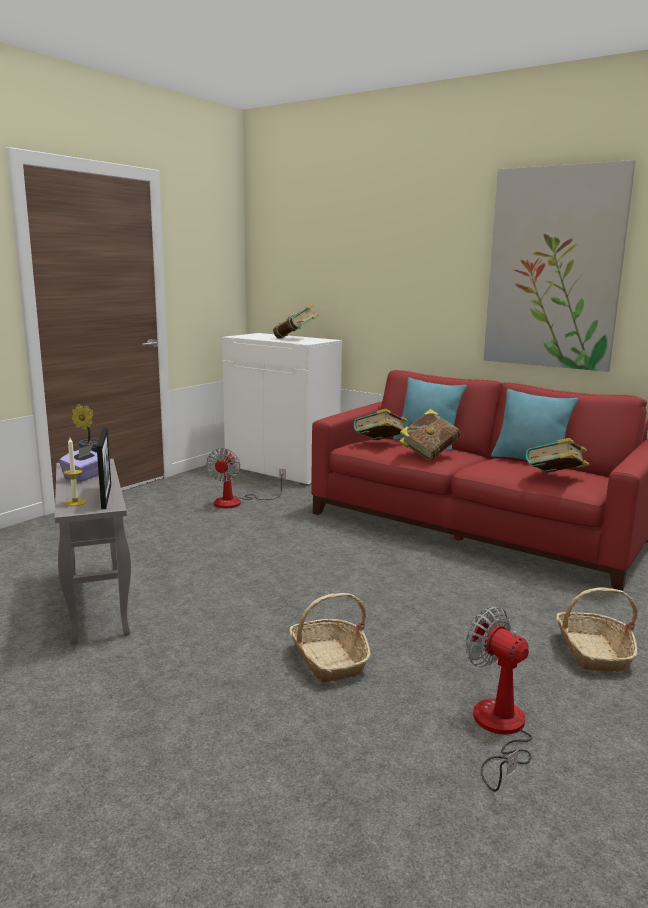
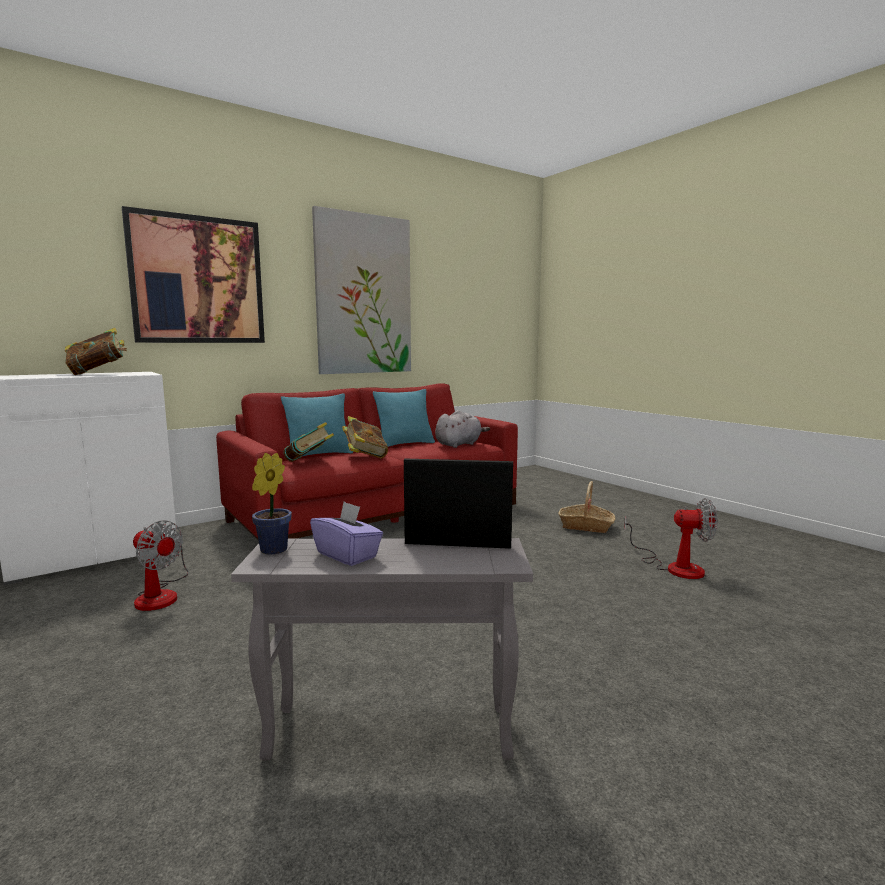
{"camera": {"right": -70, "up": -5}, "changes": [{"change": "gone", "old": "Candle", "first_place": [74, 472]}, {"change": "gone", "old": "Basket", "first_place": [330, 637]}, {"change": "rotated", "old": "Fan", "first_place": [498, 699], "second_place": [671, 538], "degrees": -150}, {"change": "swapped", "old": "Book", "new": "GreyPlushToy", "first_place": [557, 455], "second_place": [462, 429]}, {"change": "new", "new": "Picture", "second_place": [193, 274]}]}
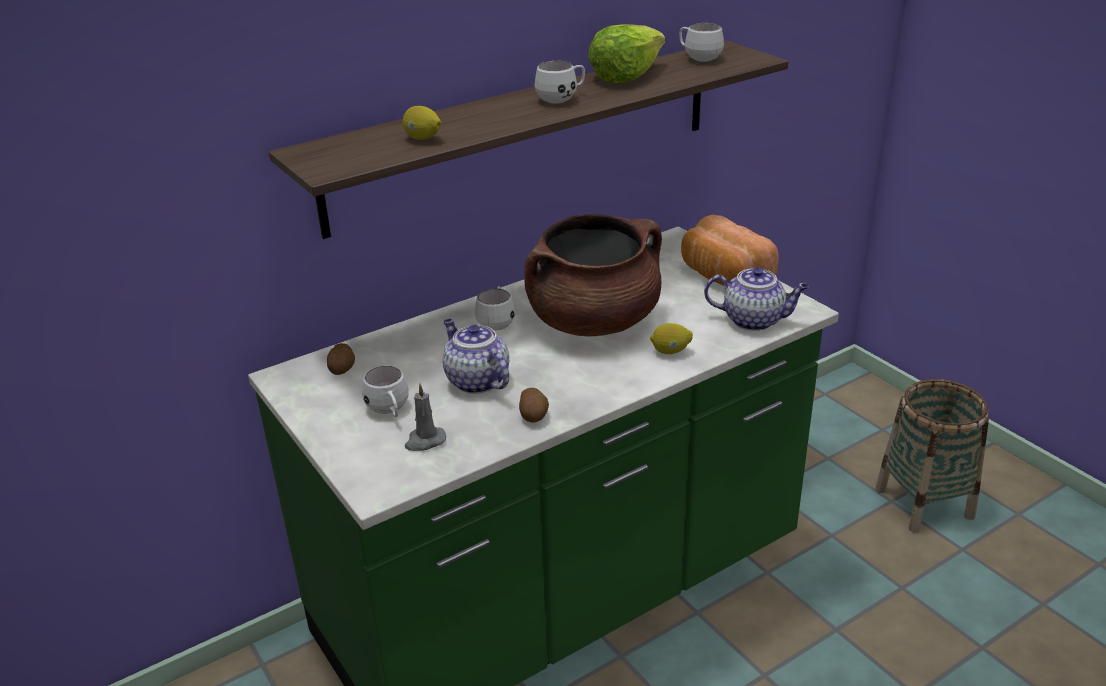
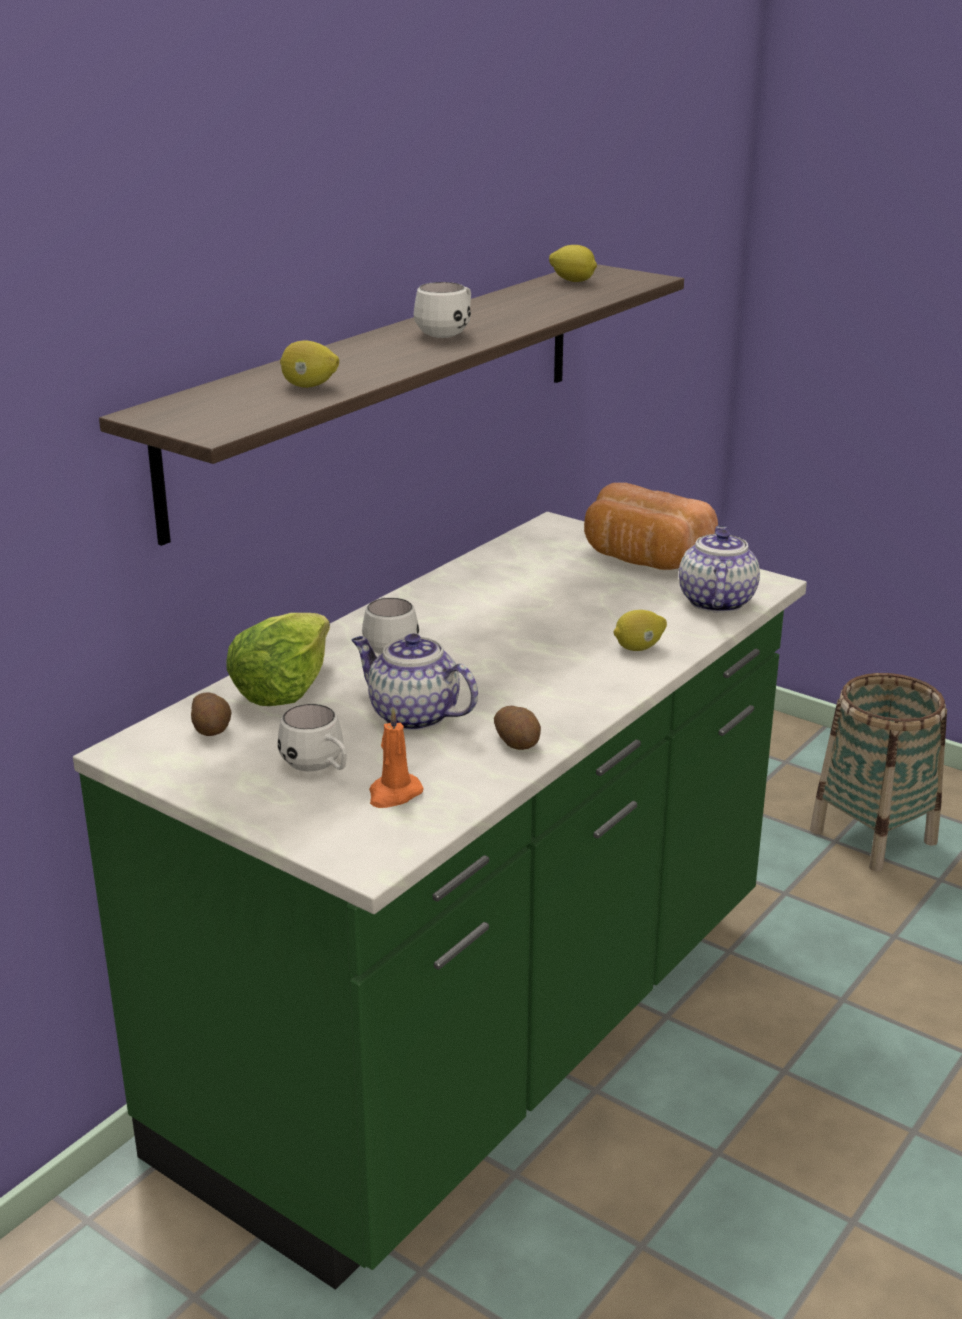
{"camera": {"right": -20, "up": -5}, "changes": [{"change": "repainted", "old": "GreyCandle", "new": "OrangeCandle", "first_place": [425, 417], "second_place": [396, 758]}, {"change": "gone", "old": "BrownCookingPot", "first_place": [593, 275]}, {"change": "shifted", "old": "Lettuce", "first_place": [626, 53], "second_place": [278, 659]}, {"change": "swapped", "old": "WhiteMug", "new": "Lemon", "first_place": [701, 42], "second_place": [573, 263]}, {"change": "rotated", "old": "Teapot", "first_place": [756, 299], "second_place": [719, 569], "degrees": -75}]}
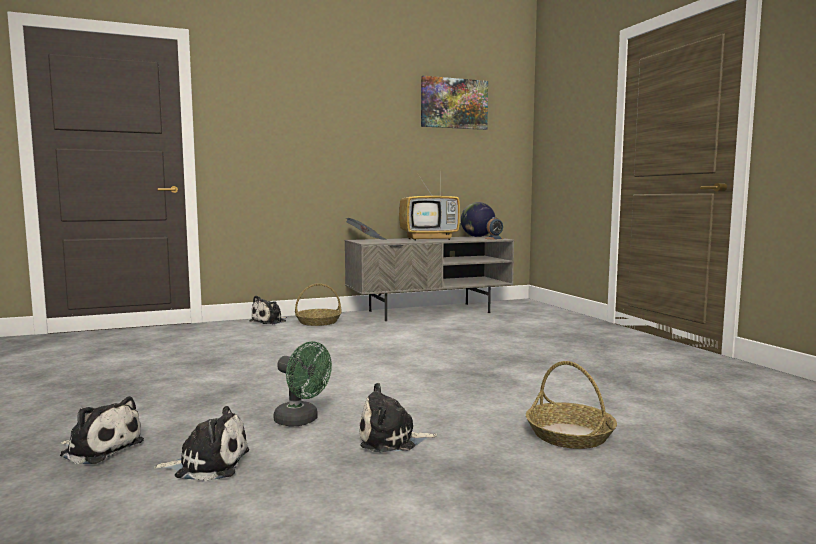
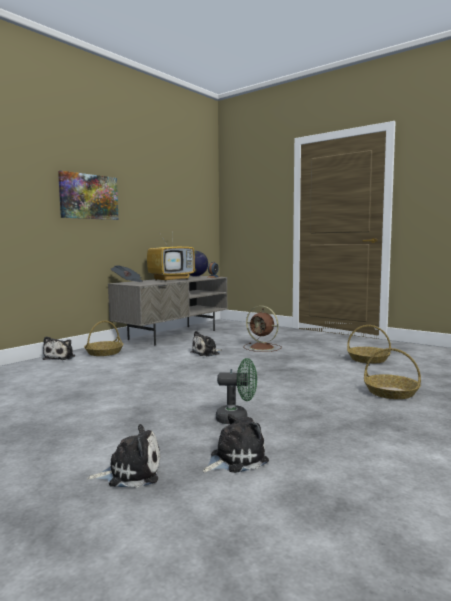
{"camera": {"right": -30, "up": 0}, "changes": [{"change": "shifted", "old": "PlushToy", "first_place": [398, 417], "second_place": [206, 344]}, {"change": "shifted", "old": "Picture", "first_place": [454, 103], "second_place": [88, 195]}, {"change": "new", "new": "BrownFan", "second_place": [262, 329]}, {"change": "new", "new": "Basket", "second_place": [369, 344]}]}
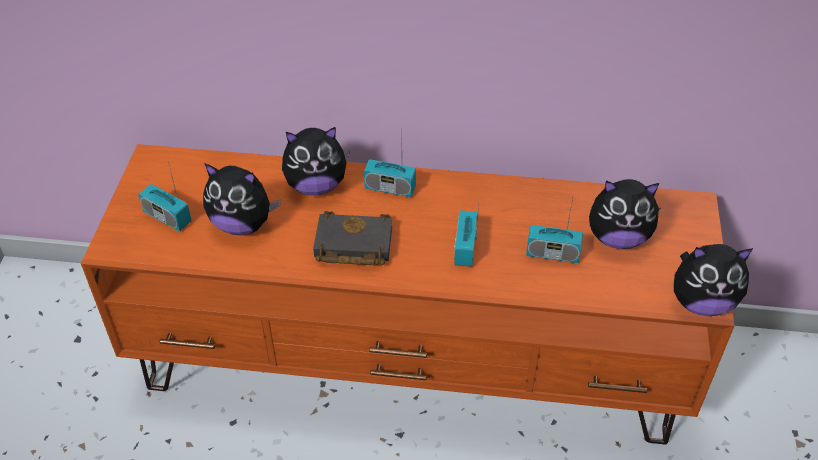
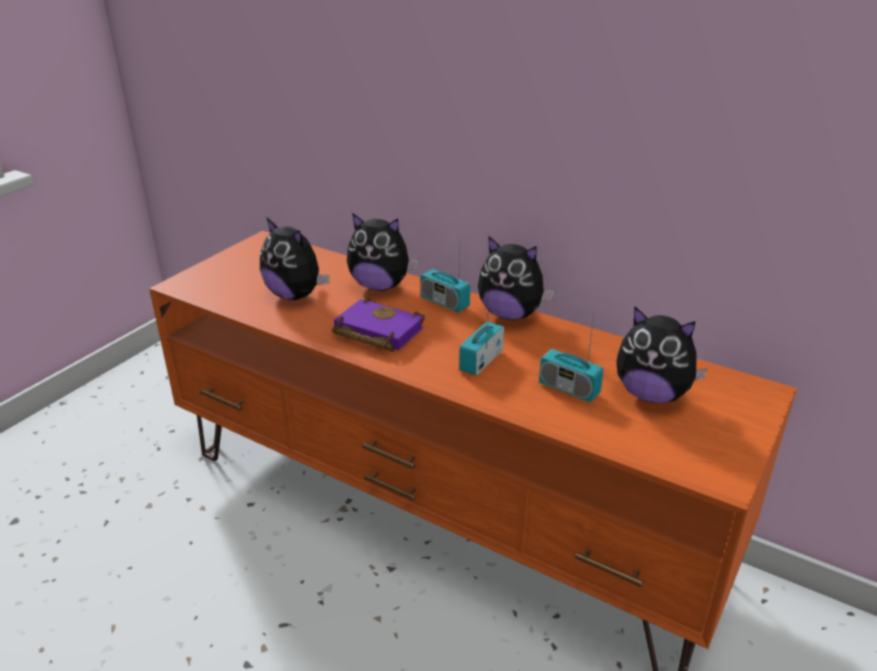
{"camera": {"right": 25, "up": -15}, "changes": [{"change": "gone", "old": "Radio", "first_place": [165, 196]}, {"change": "repainted", "old": "BlackBook", "new": "PurpleBook", "first_place": [352, 238], "second_place": [378, 324]}, {"change": "shifted", "old": "PlushToy", "first_place": [713, 280], "second_place": [516, 278]}]}
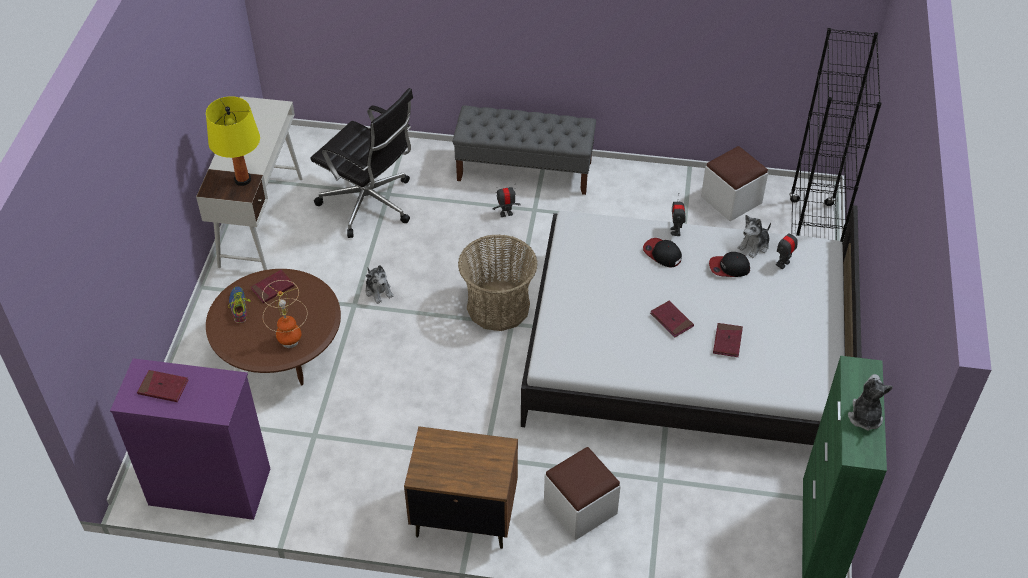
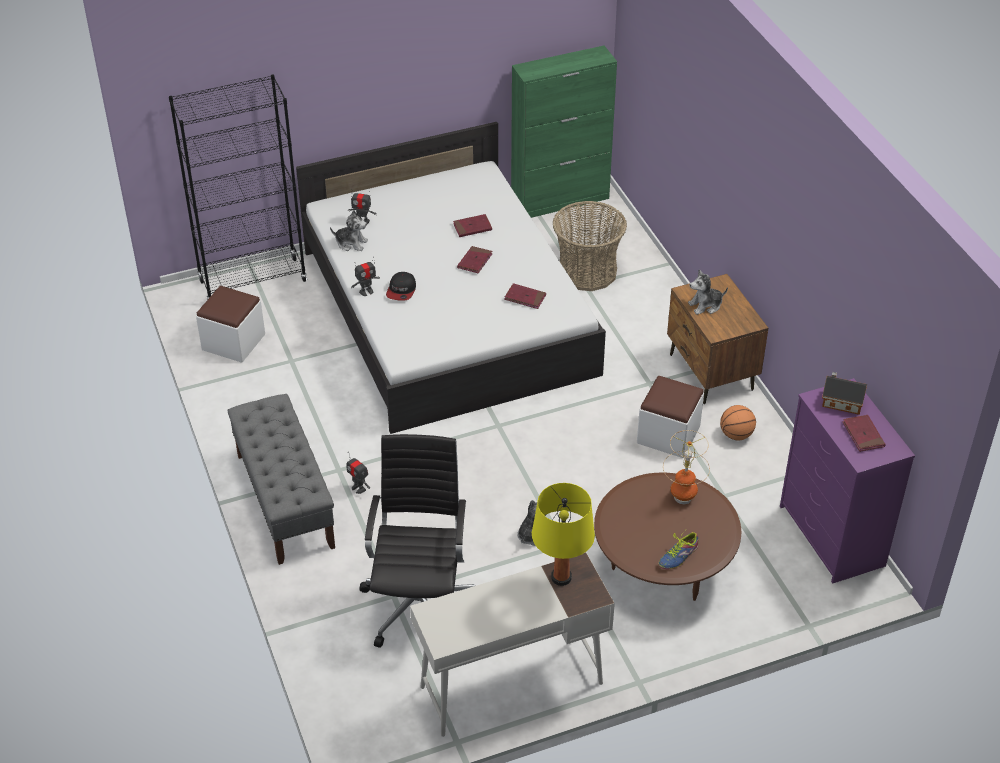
{"camera": {"right": -120, "up": -5}, "changes": [{"change": "shifted", "old": "RedBook", "first_place": [273, 286], "second_place": [525, 296]}, {"change": "shifted", "old": "Basket", "first_place": [498, 282], "second_place": [590, 246]}, {"change": "shifted", "old": "WhiteOttoman", "first_place": [582, 493], "second_place": [670, 417]}, {"change": "gone", "old": "Cap", "first_place": [729, 264]}, {"change": "shifted", "old": "PlushToy", "first_place": [870, 402], "second_place": [708, 292]}, {"change": "new", "new": "Basketball", "second_place": [738, 422]}, {"change": "new", "new": "ToyHouse", "second_place": [844, 393]}]}
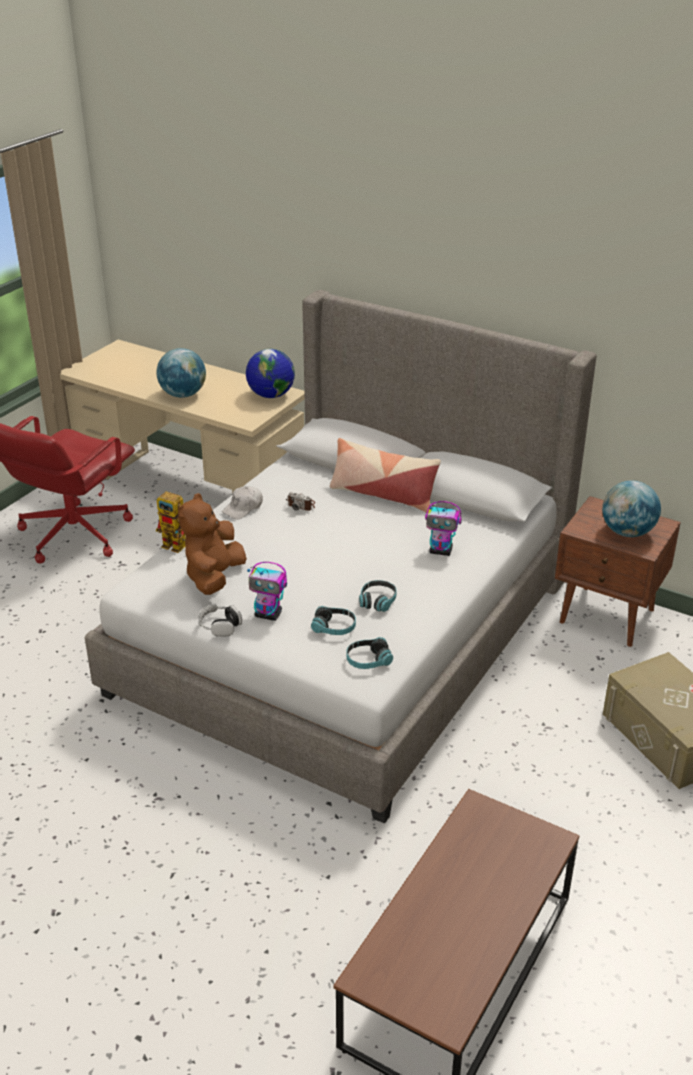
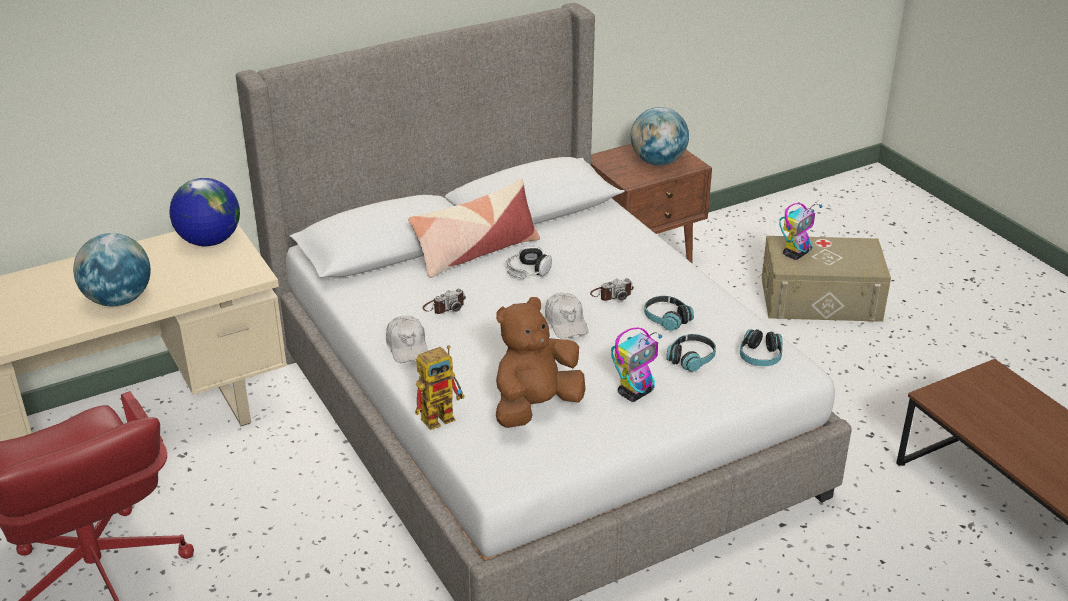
{"camera": {"right": -60, "up": 0}, "changes": [{"change": "rotated", "old": "BrownPlushToy", "first_place": [212, 544], "second_place": [540, 362], "degrees": 90}, {"change": "shifted", "old": "Headphones", "first_place": [220, 620], "second_place": [529, 262]}, {"change": "shifted", "old": "ToyRobot", "first_place": [443, 528], "second_place": [800, 231]}, {"change": "new", "new": "WhiteCap", "second_place": [567, 316]}, {"change": "new", "new": "PhotoCamera", "second_place": [612, 289]}]}
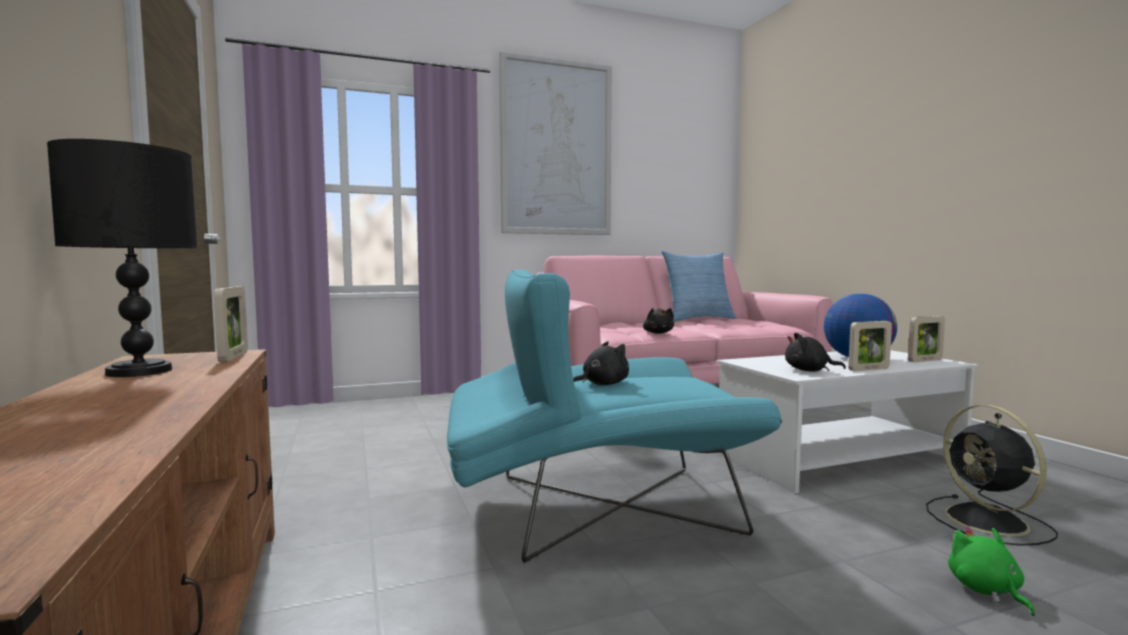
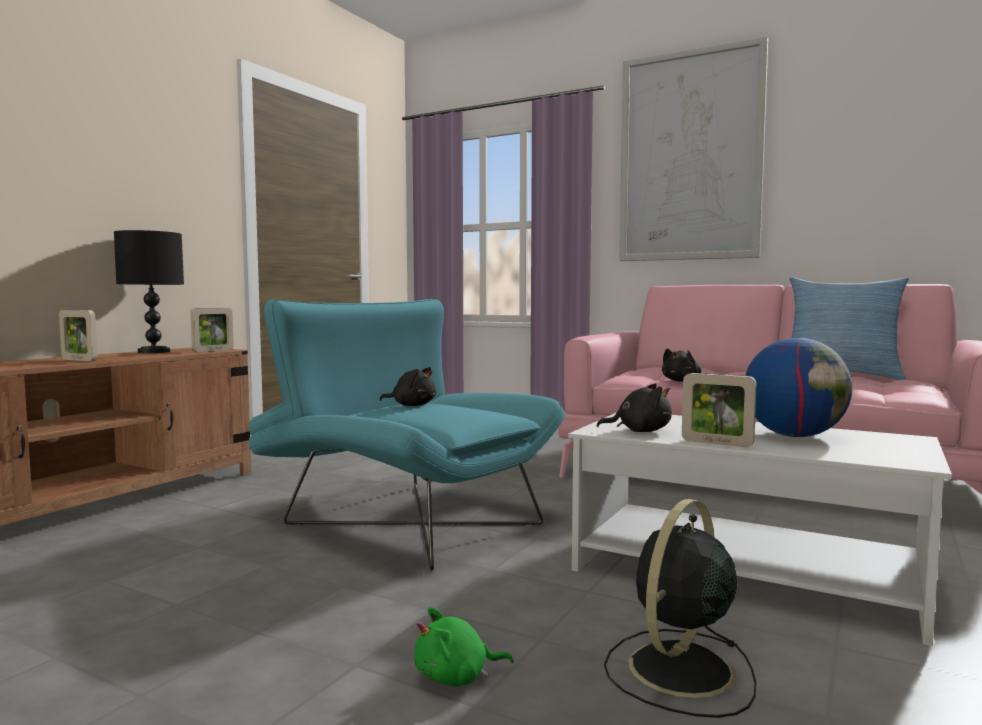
{"camera": {"right": 50, "up": 0}, "changes": [{"change": "rotated", "old": "BlackPlushToy", "first_place": [815, 352], "second_place": [634, 407], "degrees": 120}, {"change": "shifted", "old": "PictureFrame", "first_place": [926, 339], "second_place": [78, 335]}, {"change": "rotated", "old": "GreenPlushToy", "first_place": [991, 571], "second_place": [463, 646], "degrees": -150}]}
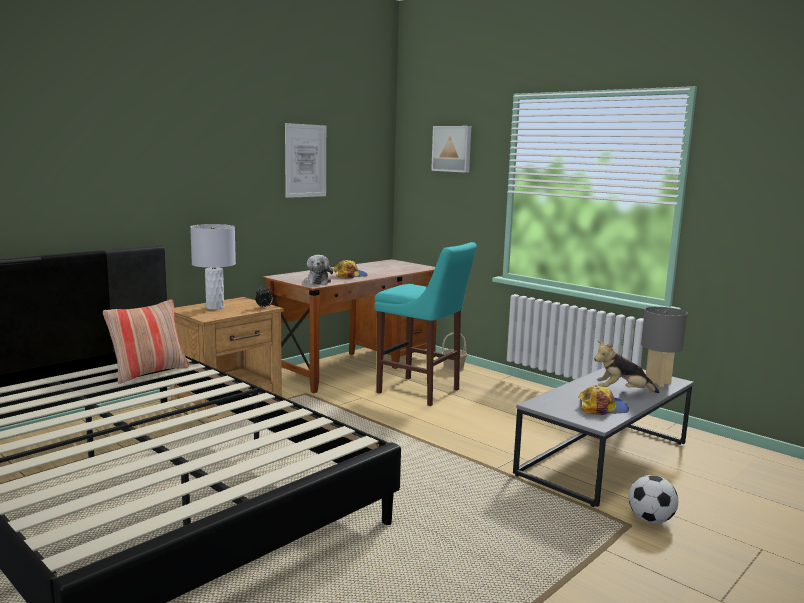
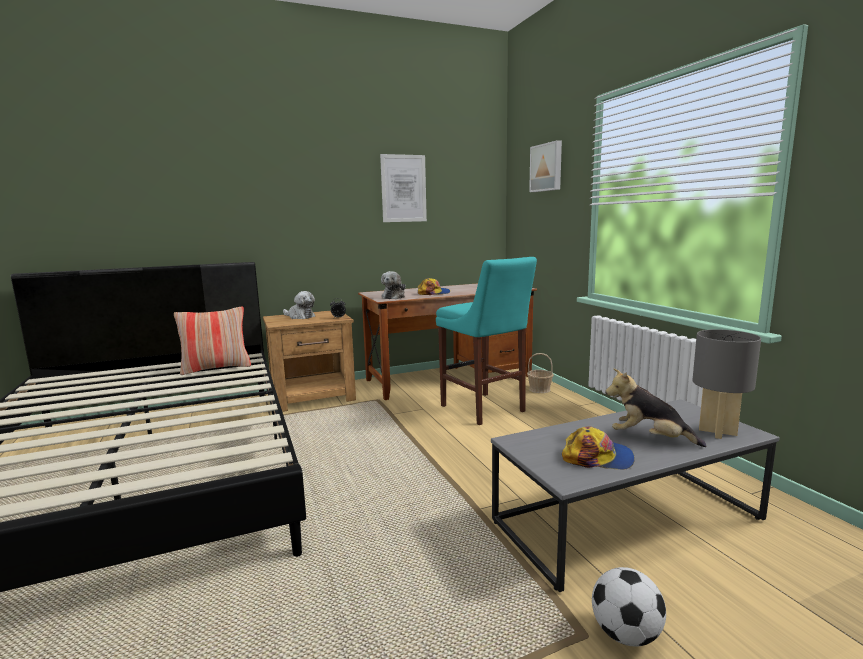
{"camera": {"right": 25, "up": 0}, "changes": [{"change": "swapped", "old": "GreyTableLamp", "new": "PlushToy", "first_place": [213, 267], "second_place": [299, 305]}]}
